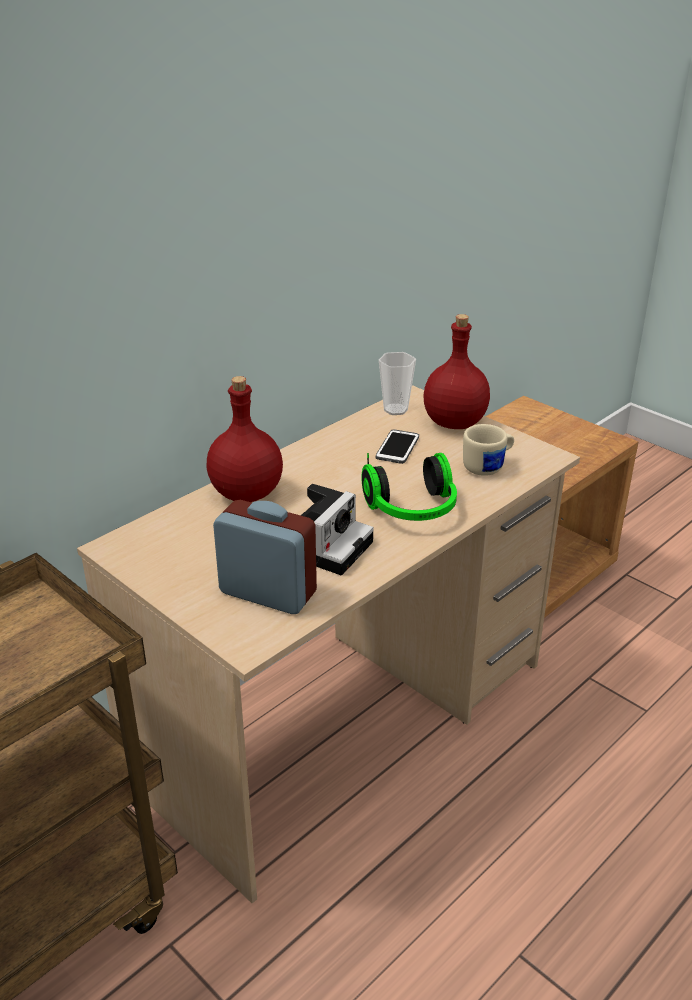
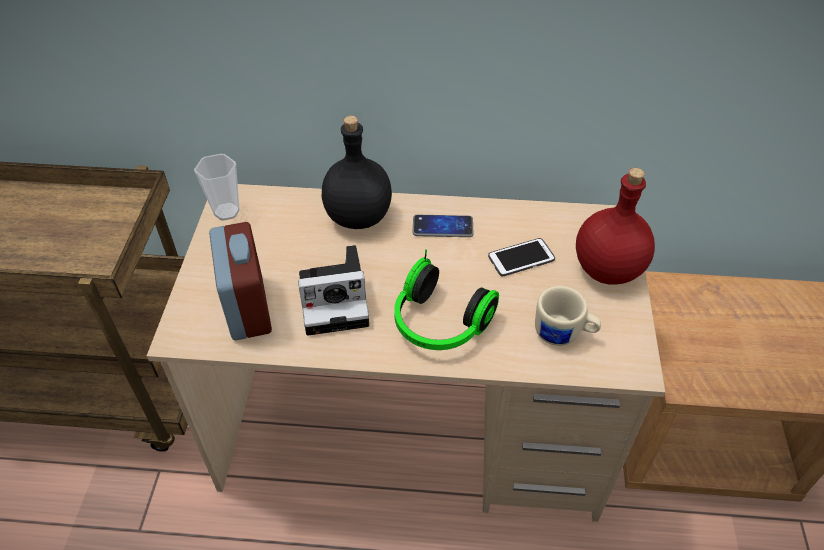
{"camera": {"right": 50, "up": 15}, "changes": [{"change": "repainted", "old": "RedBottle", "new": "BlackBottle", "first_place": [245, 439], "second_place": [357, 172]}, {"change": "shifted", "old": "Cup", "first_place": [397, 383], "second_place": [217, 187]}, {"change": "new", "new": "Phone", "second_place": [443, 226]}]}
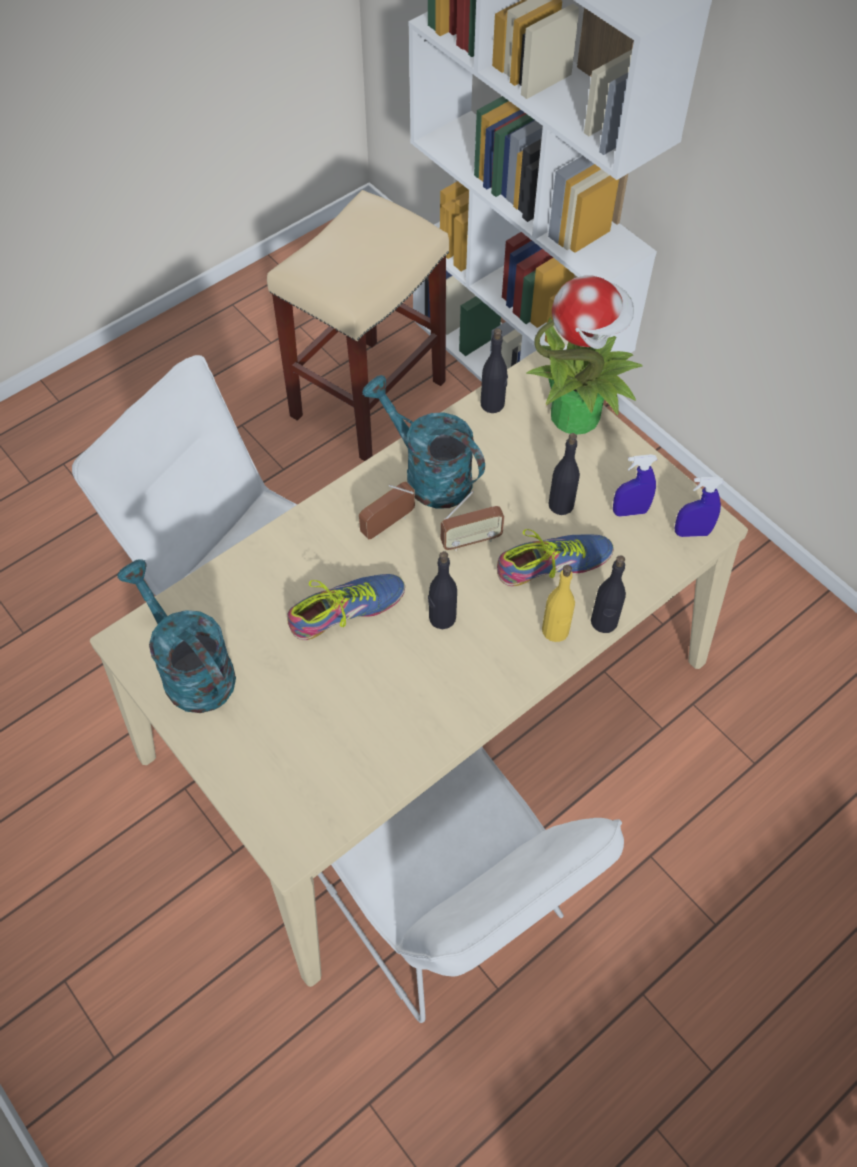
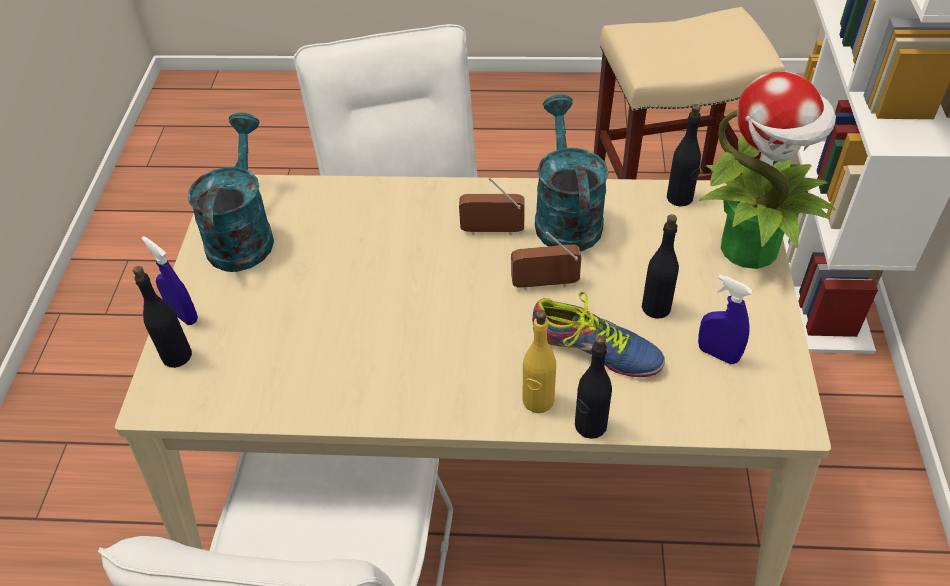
{"camera": {"right": 45, "up": -10}, "changes": [{"change": "gone", "old": "Shoe", "first_place": [346, 607]}, {"change": "shifted", "old": "BlackBottle", "first_place": [442, 590], "second_place": [162, 317]}, {"change": "rotated", "old": "Radio", "first_place": [472, 520], "second_place": [546, 261], "degrees": 150}, {"change": "shifted", "old": "BlueSprayBottle", "first_place": [699, 507], "second_place": [170, 280]}]}
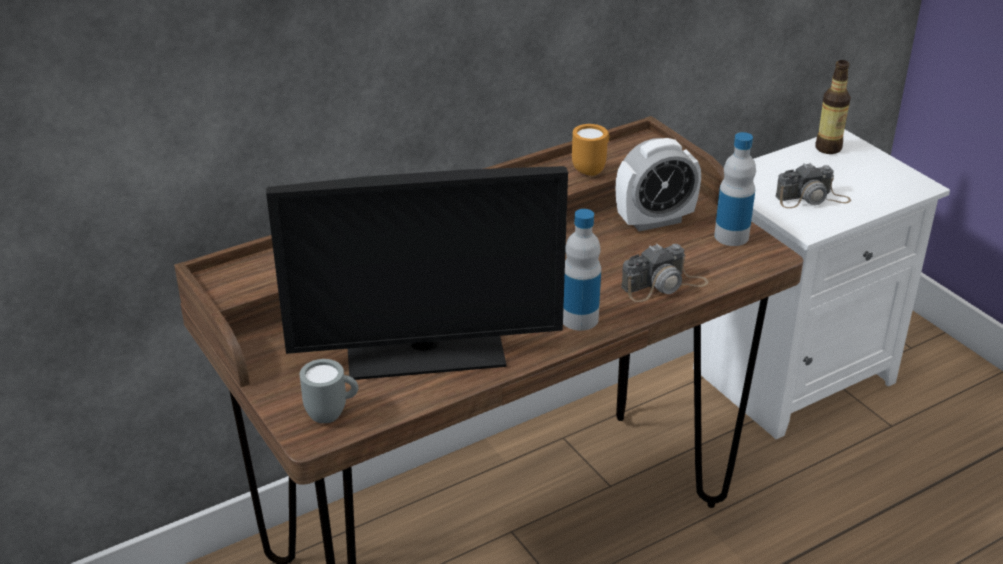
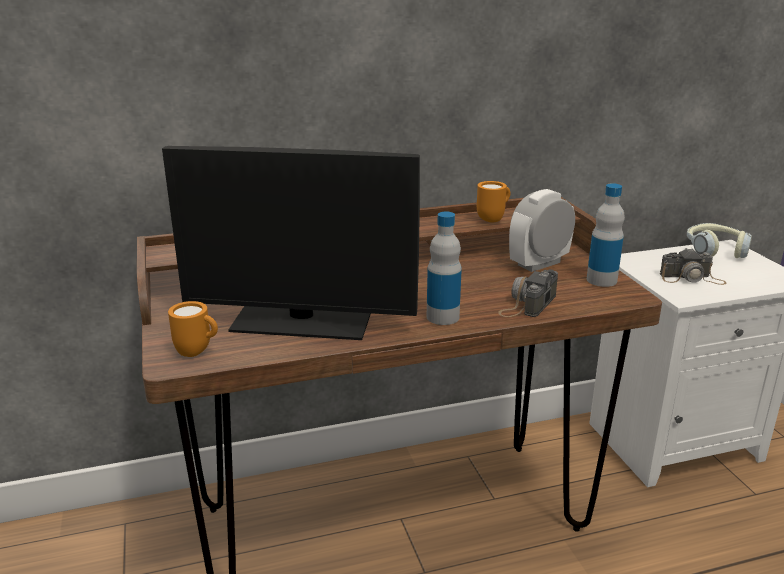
{"camera": {"right": 15, "up": -10}, "changes": [{"change": "repainted", "old": "GreyMug", "new": "OrangeMug", "first_place": [329, 391], "second_place": [193, 329]}, {"change": "rotated", "old": "AlarmClock", "first_place": [658, 184], "second_place": [542, 230], "degrees": 150}, {"change": "rotated", "old": "PhotoCamera", "first_place": [665, 272], "second_place": [528, 293], "degrees": 135}, {"change": "swapped", "old": "Bottle", "new": "Headphones", "first_place": [833, 107], "second_place": [719, 240]}]}
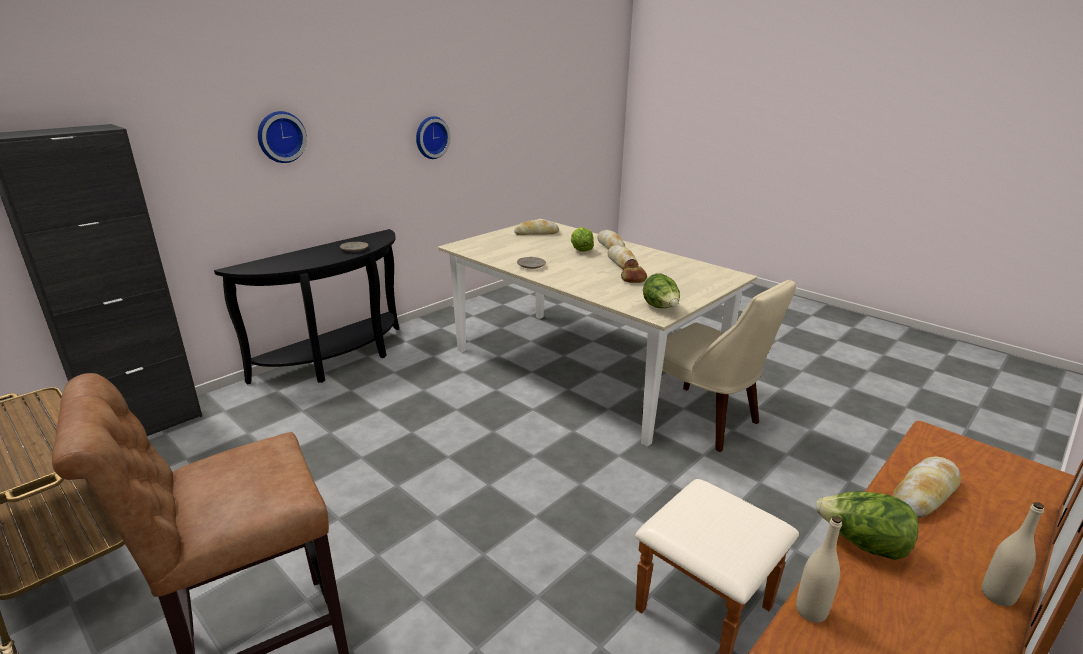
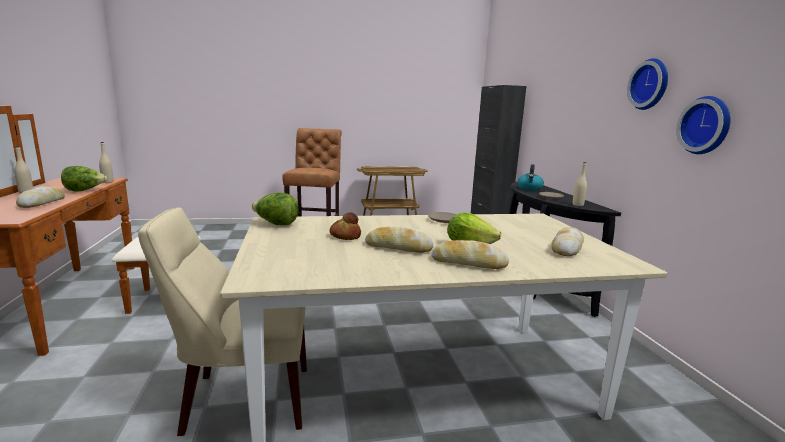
{"camera": {"right": 125, "up": -10}, "changes": [{"change": "shifted", "old": "WallClock", "first_place": [282, 137], "second_place": [647, 84]}, {"change": "new", "new": "Kettle", "second_place": [530, 177]}, {"change": "new", "new": "BeigeBottle", "second_place": [580, 184]}]}
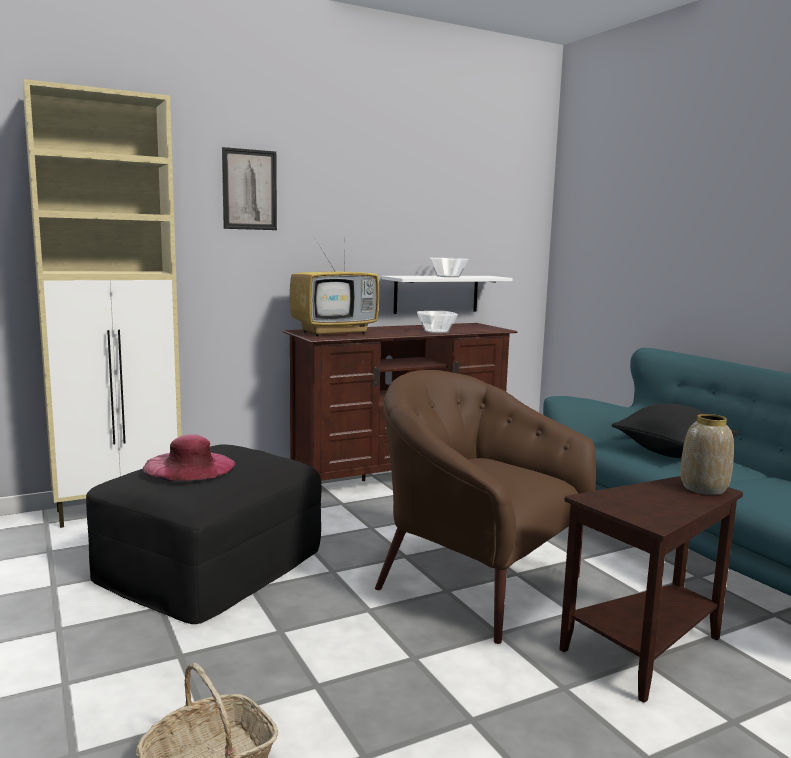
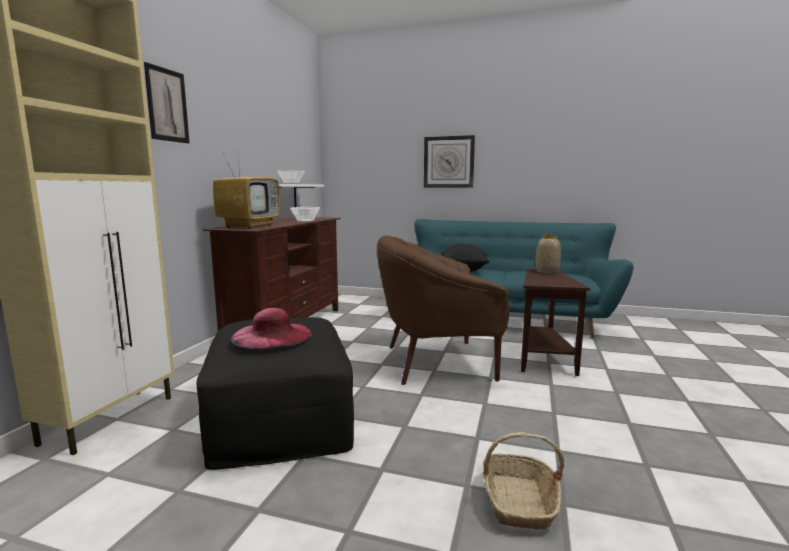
{"camera": {"right": -45, "up": 0}, "changes": [{"change": "new", "new": "WallClock", "second_place": [449, 161]}]}
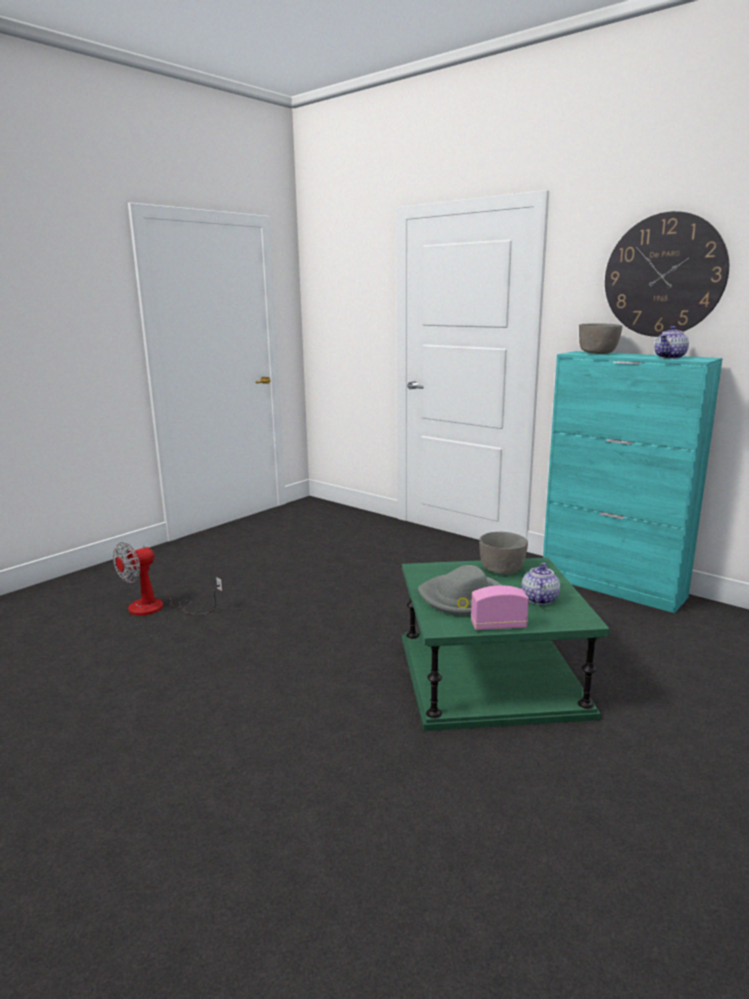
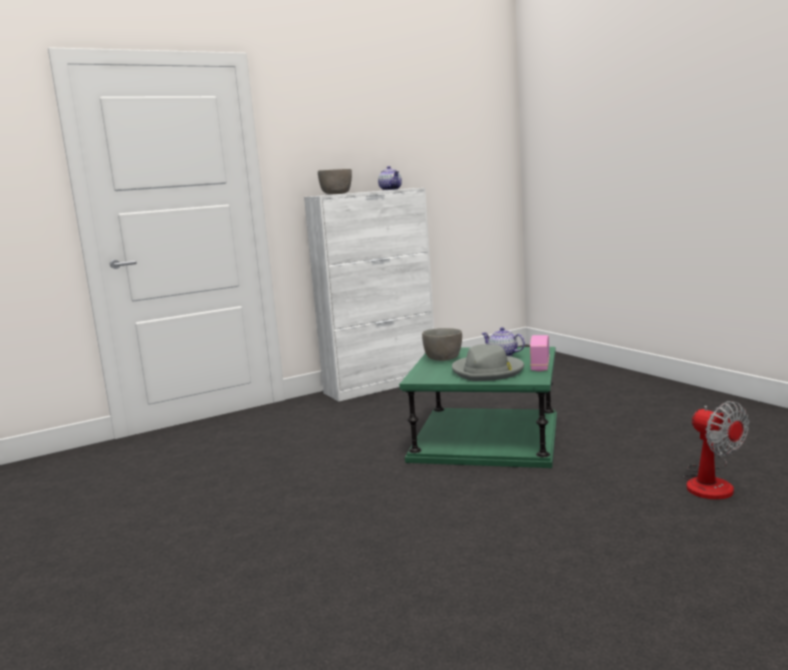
{"camera": {"right": -70, "up": -5}, "changes": [{"change": "shifted", "old": "Fan", "first_place": [167, 579], "second_place": [716, 450]}, {"change": "repainted", "old": "TurquoiseCabinet", "new": "WhiteCabinet", "first_place": [633, 482], "second_place": [369, 294]}, {"change": "gone", "old": "WallClock", "first_place": [667, 274]}]}
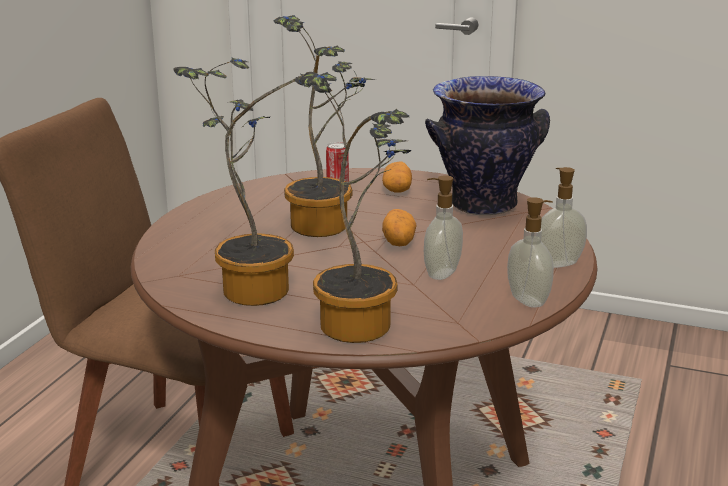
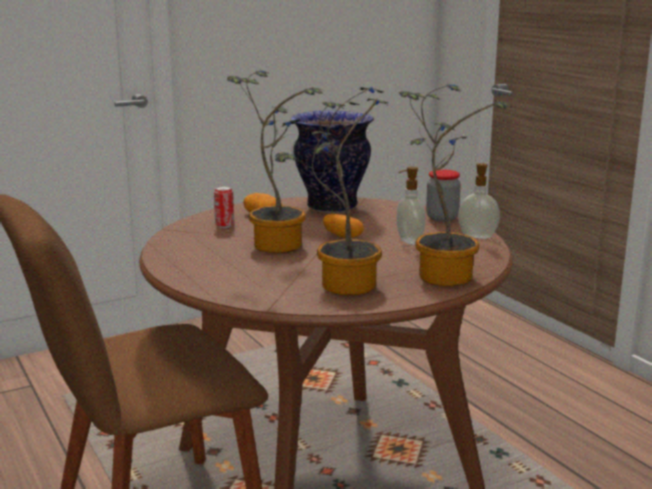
{"camera": {"right": -50, "up": -5}, "changes": [{"change": "swapped", "old": "SoapDispenser", "new": "Jar", "first_place": [564, 217], "second_place": [443, 195]}]}
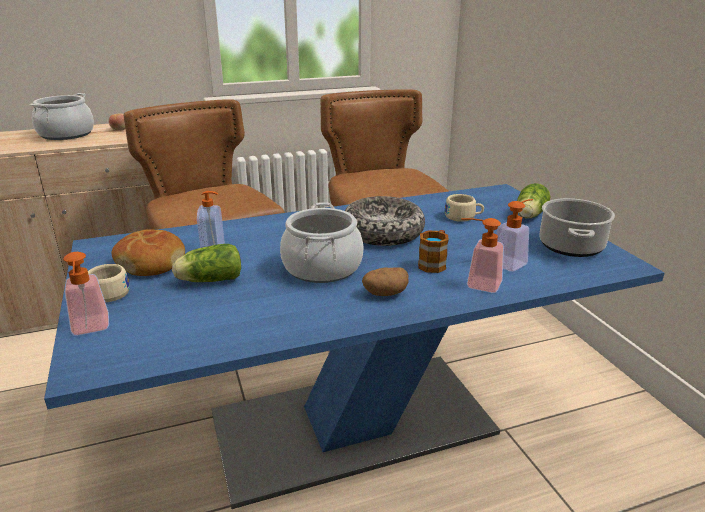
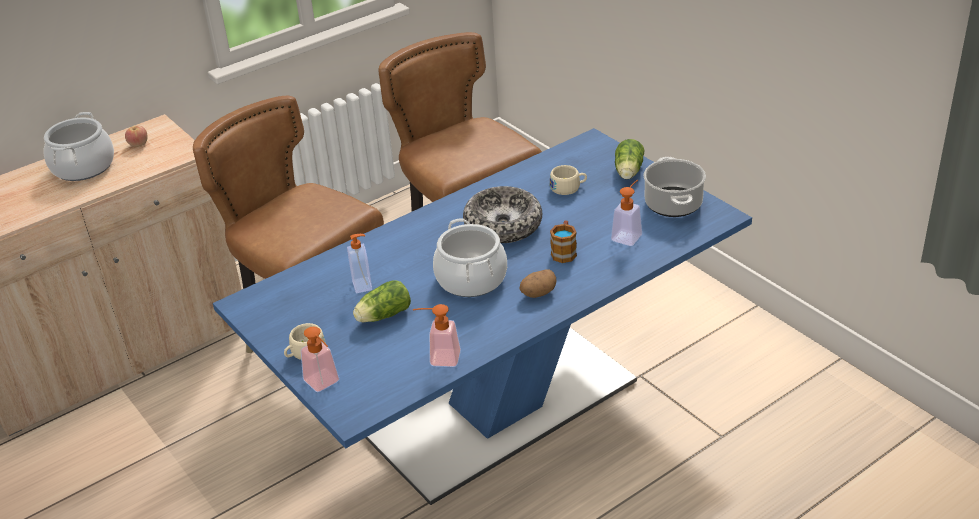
{"camera": {"right": -15, "up": 10}, "changes": [{"change": "gone", "old": "Bread", "first_place": [148, 252]}, {"change": "shifted", "old": "SoapDispenser", "first_place": [482, 255], "second_place": [437, 335]}]}
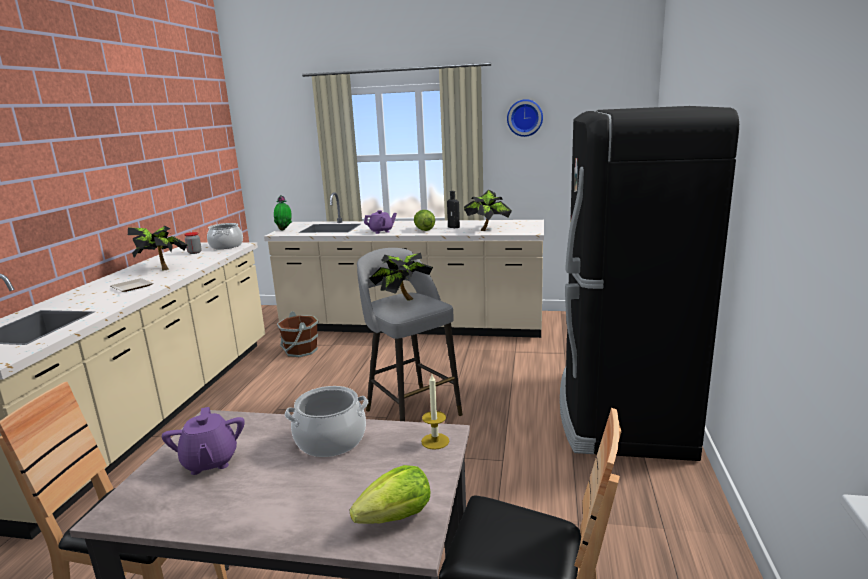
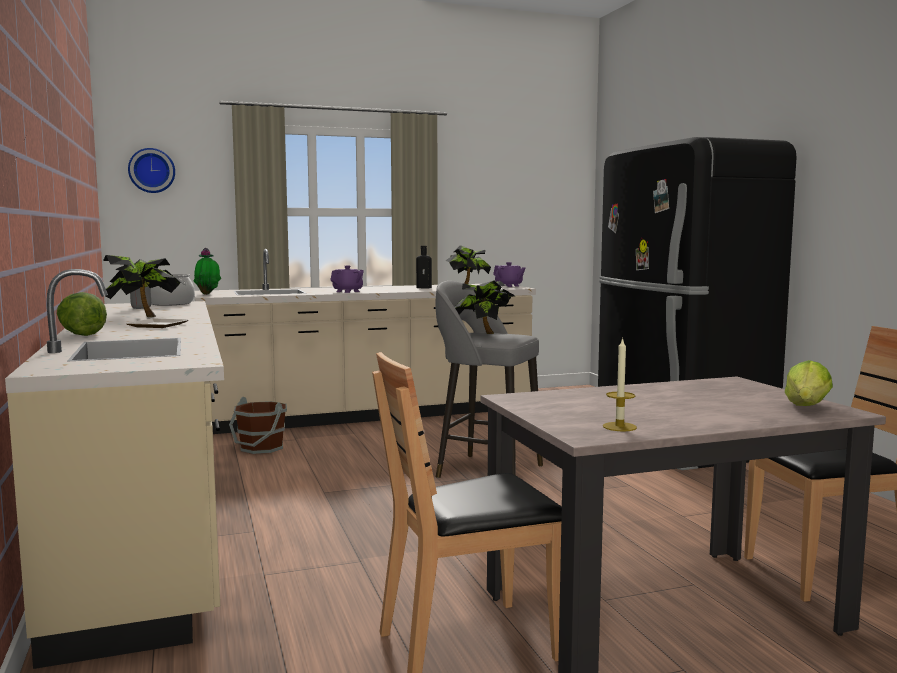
{"camera": {"right": -30, "up": -10}, "changes": [{"change": "shifted", "old": "PurpleTeapot", "first_place": [203, 441], "second_place": [509, 274]}, {"change": "gone", "old": "CookingPot", "first_place": [326, 421]}, {"change": "shifted", "old": "Lettuce", "first_place": [424, 220], "second_place": [82, 314]}, {"change": "shifted", "old": "Candle", "first_place": [435, 412], "second_place": [620, 384]}, {"change": "shifted", "old": "WallClock", "first_place": [525, 118], "second_place": [151, 170]}]}
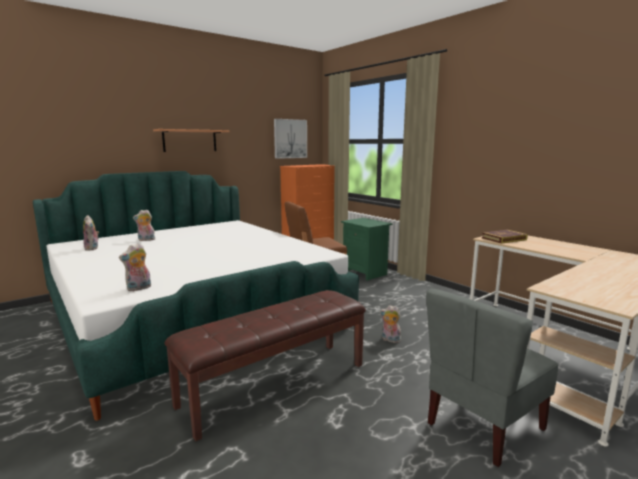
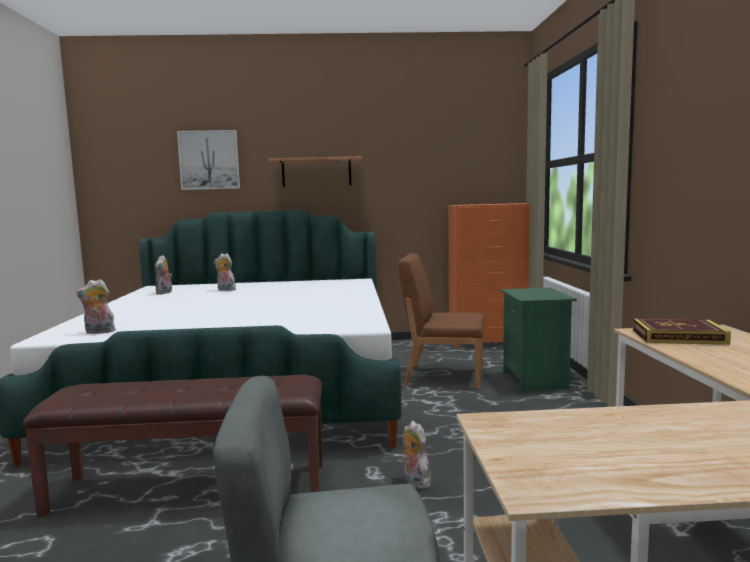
{"camera": {"right": 35, "up": -5}, "changes": [{"change": "shifted", "old": "Picture", "first_place": [290, 139], "second_place": [208, 160]}]}
